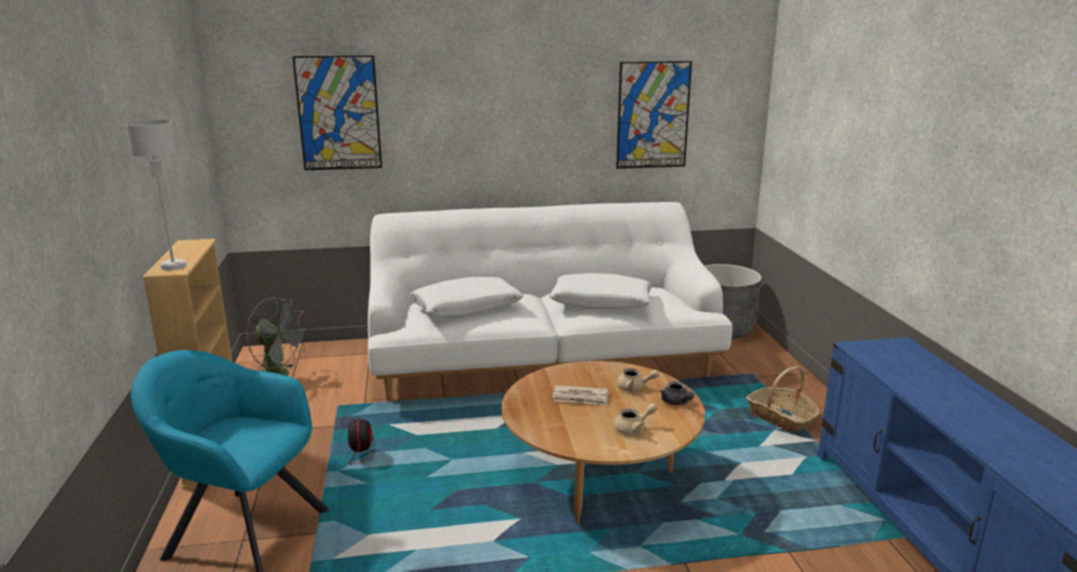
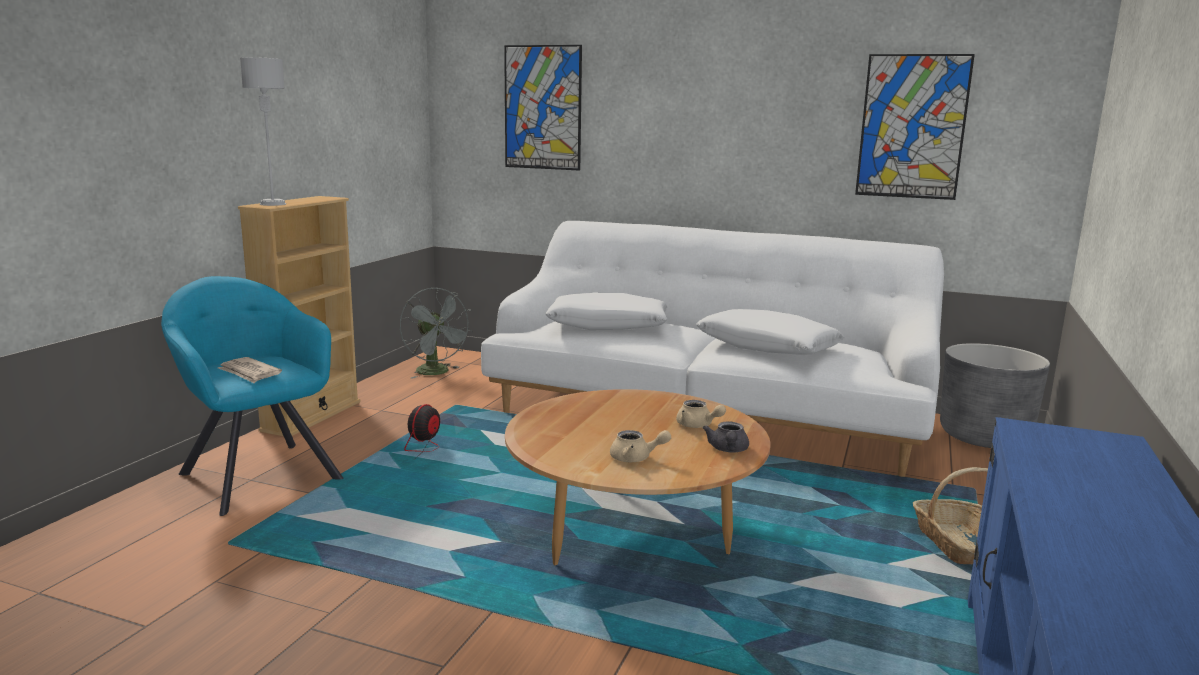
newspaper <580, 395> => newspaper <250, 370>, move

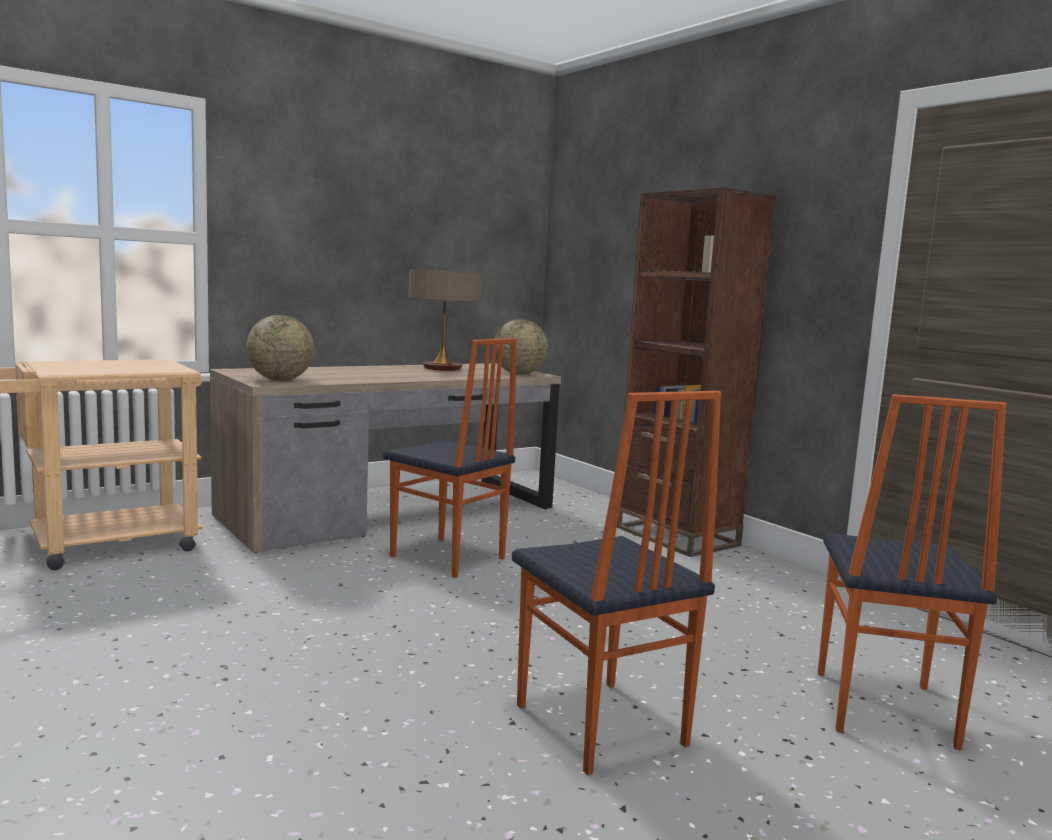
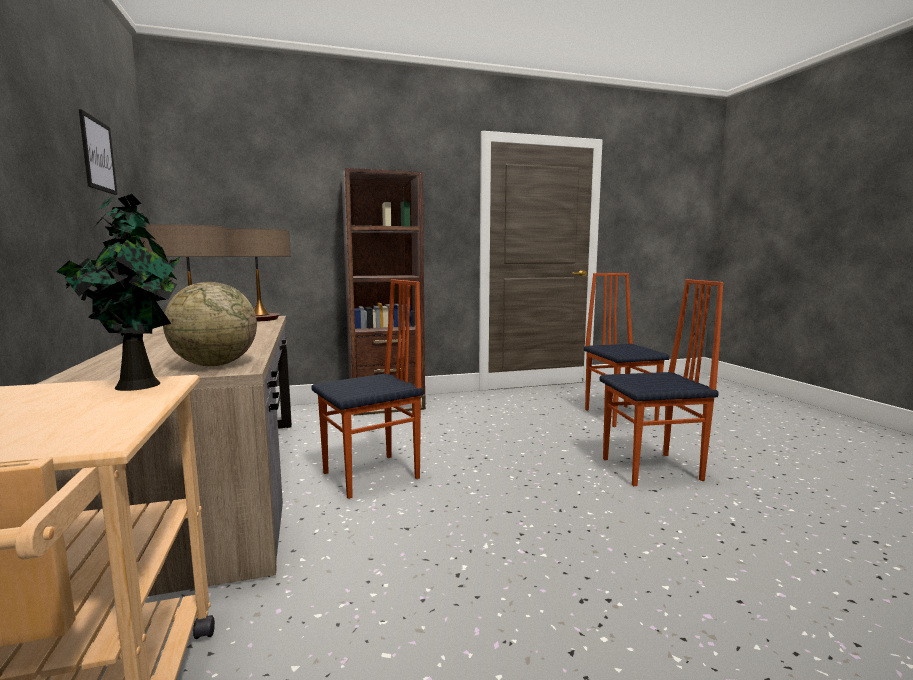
nothing => potted plant <118, 292>
nothing => picture <98, 152>
globe <521, 346> => table lamp <259, 274>
chair <912, 572> => chair <626, 350>, 135 degrees counterclockwise

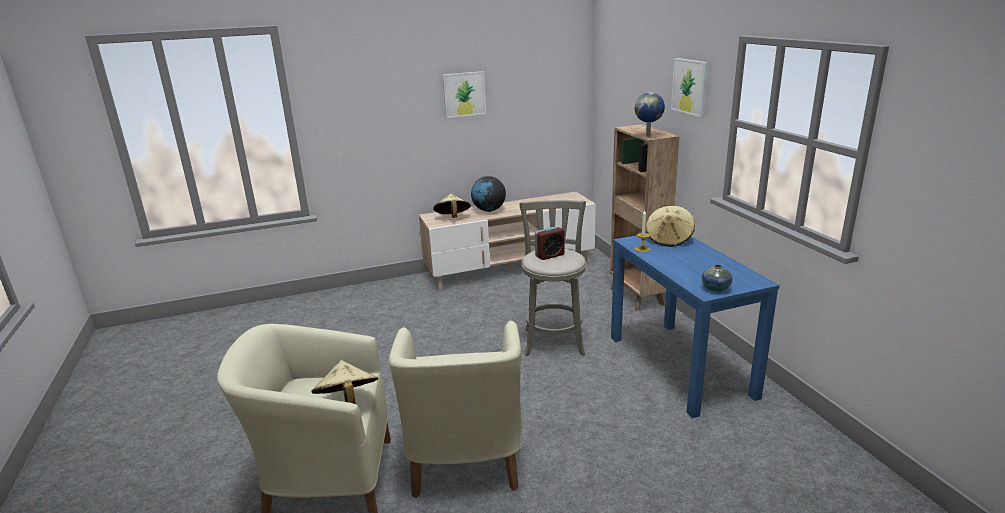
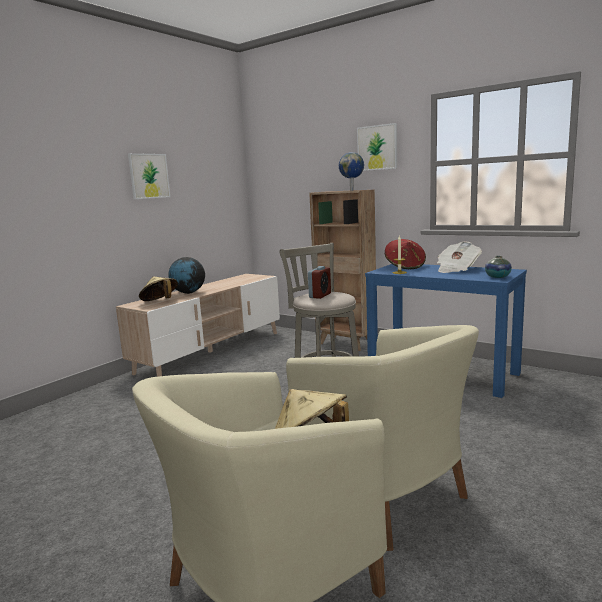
nothing => newspaper <459, 257>
beige hat <670, 226> => red hat <405, 254>

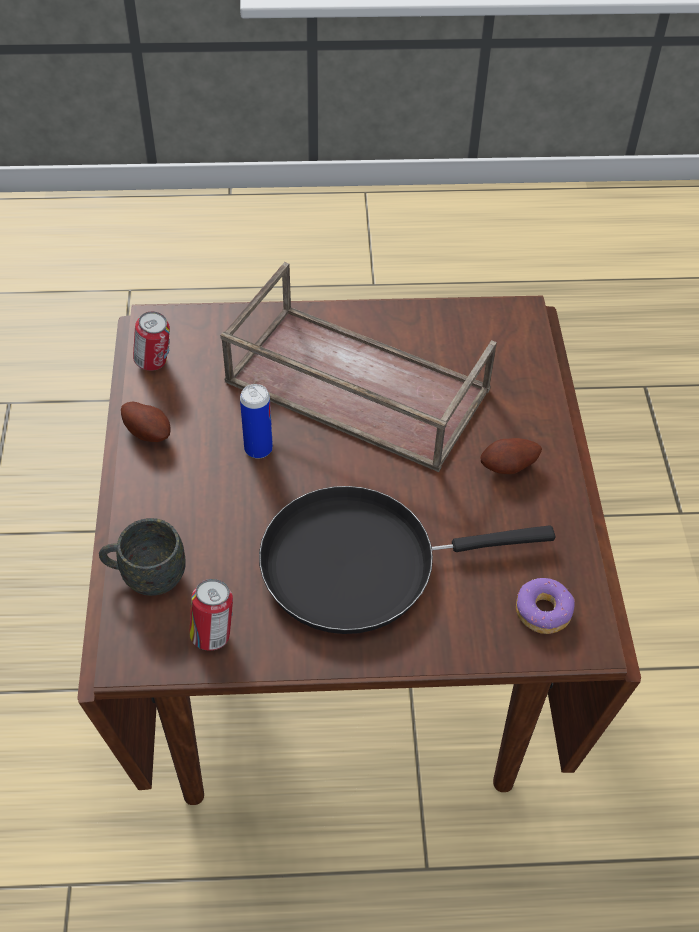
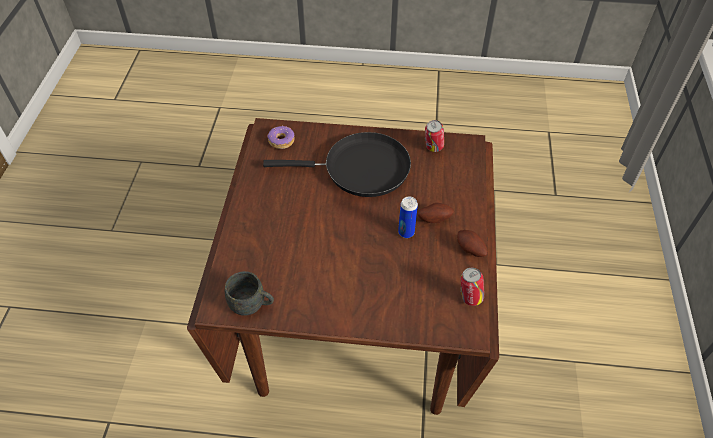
brown tray <358, 367> => nothing
grey mug <142, 557> => grey mug <249, 293>, move
potato <511, 456> => potato <436, 213>, move

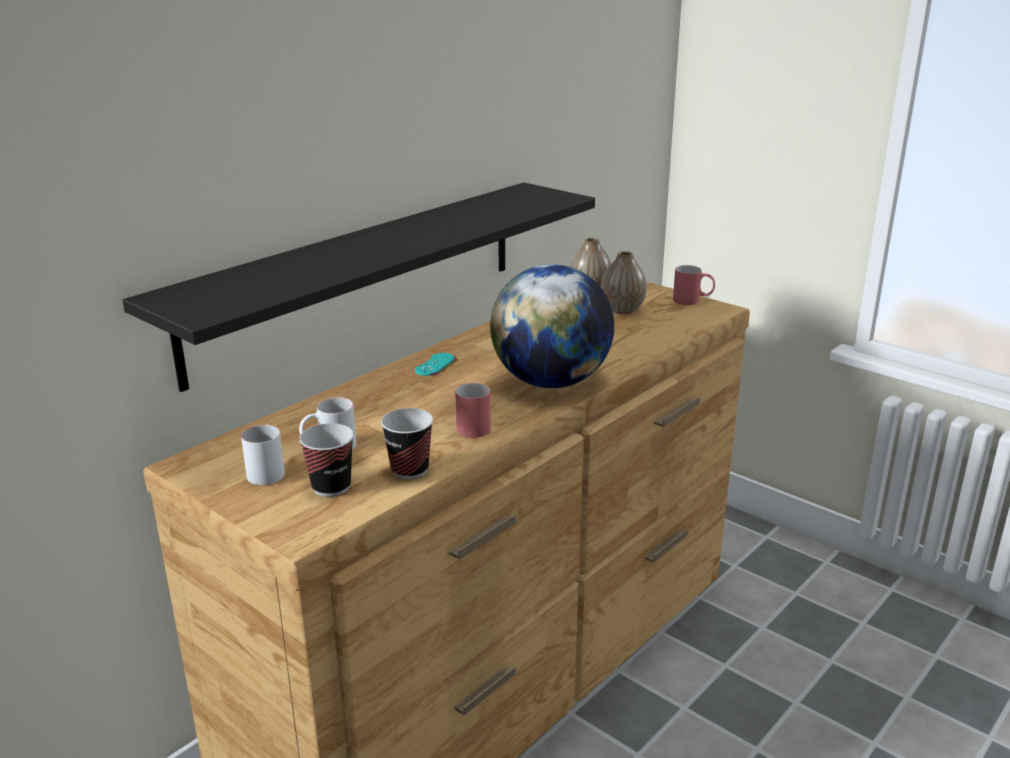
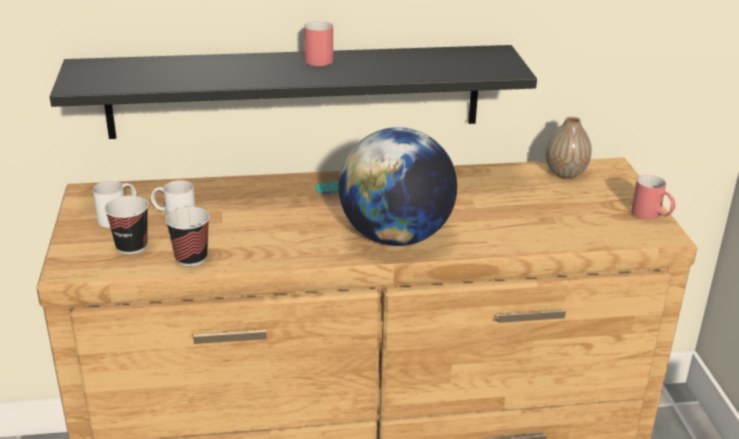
vase <623, 282> => nothing
red mug <473, 410> => red mug <318, 43>, move

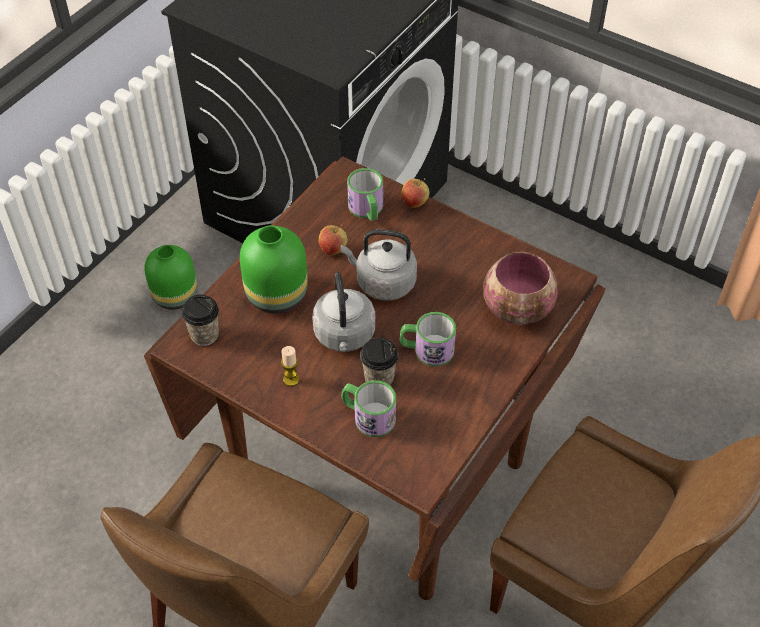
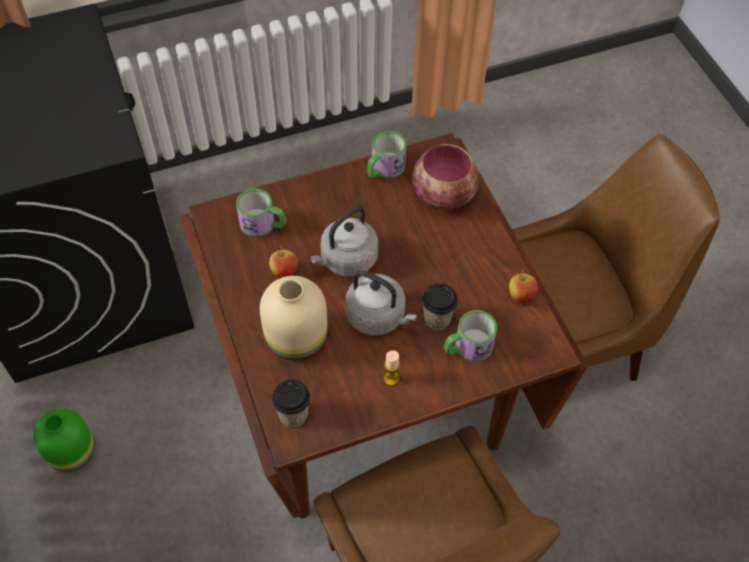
mug <428, 339> => mug <386, 154>, move
apple <415, 193> => apple <523, 286>, move
green vase <274, 269> => beige vase <294, 318>

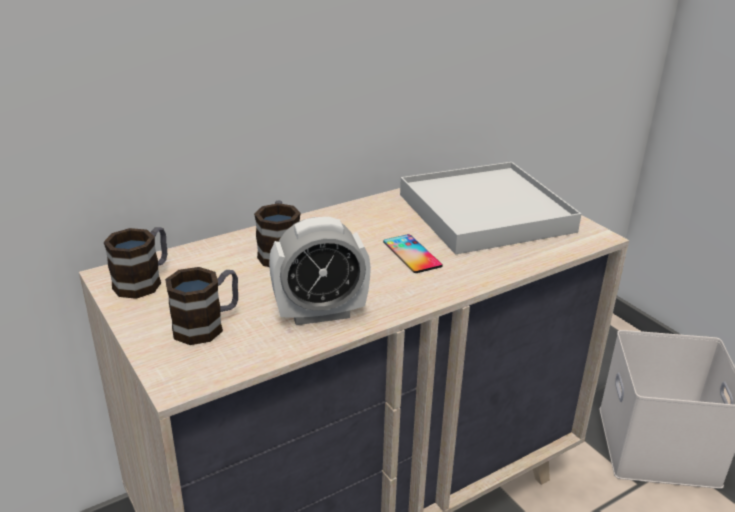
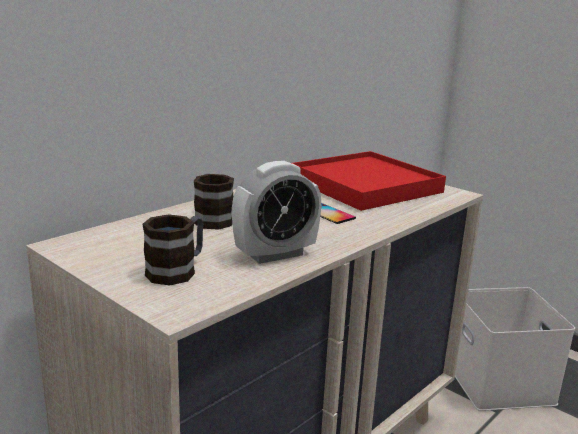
mug <135, 263> => nothing
white tray <490, 208> => red tray <369, 181>

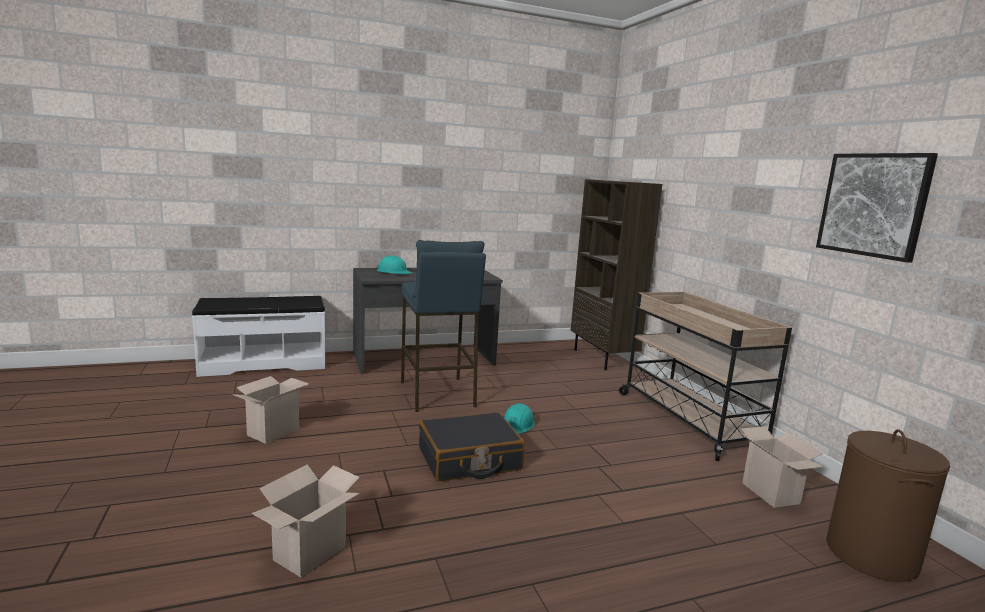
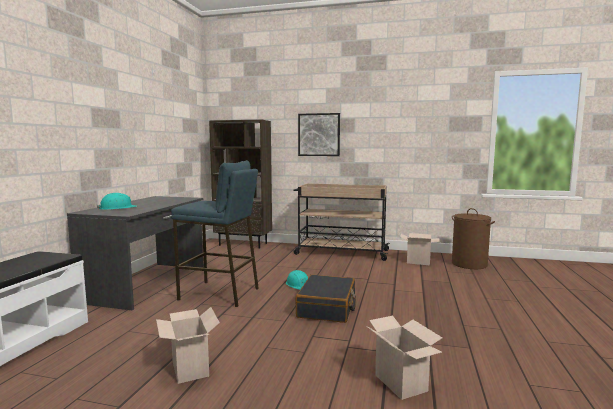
picture <877, 208> => picture <319, 134>, move

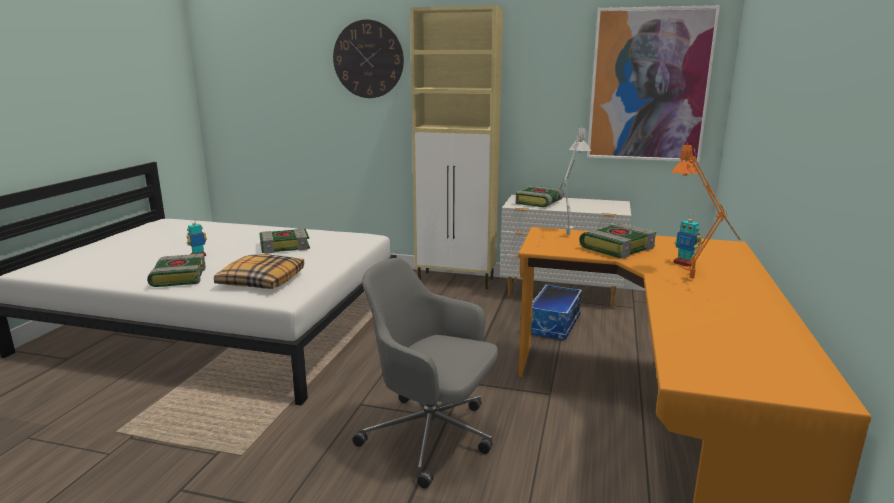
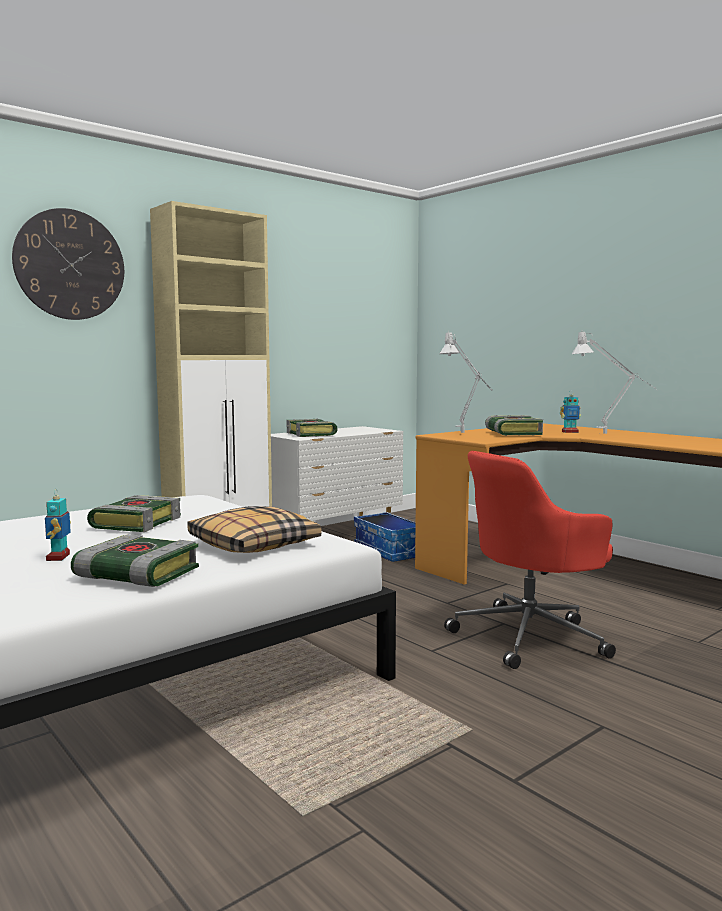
picture <653, 83> => nothing
grey office chair <425, 373> => red office chair <530, 560>
orange table lamp <706, 211> => grey table lamp <613, 383>

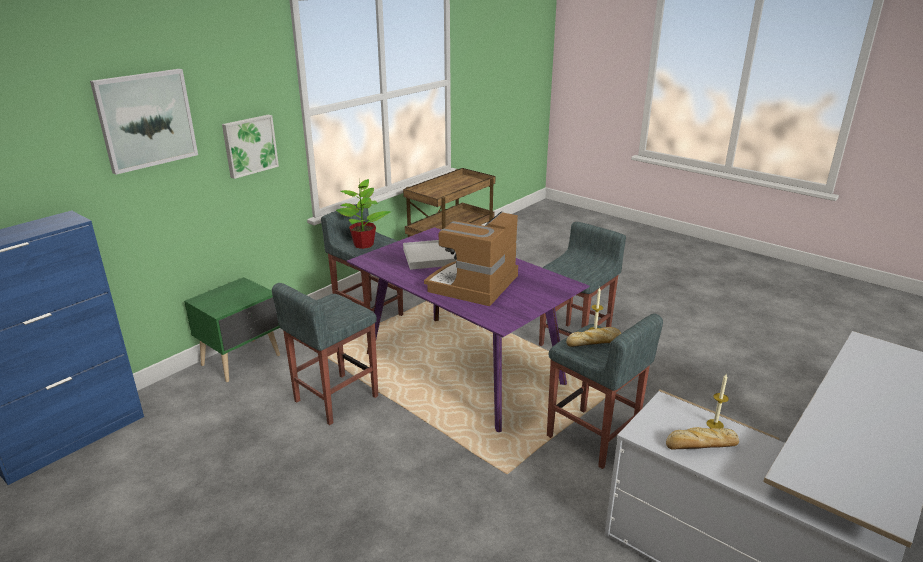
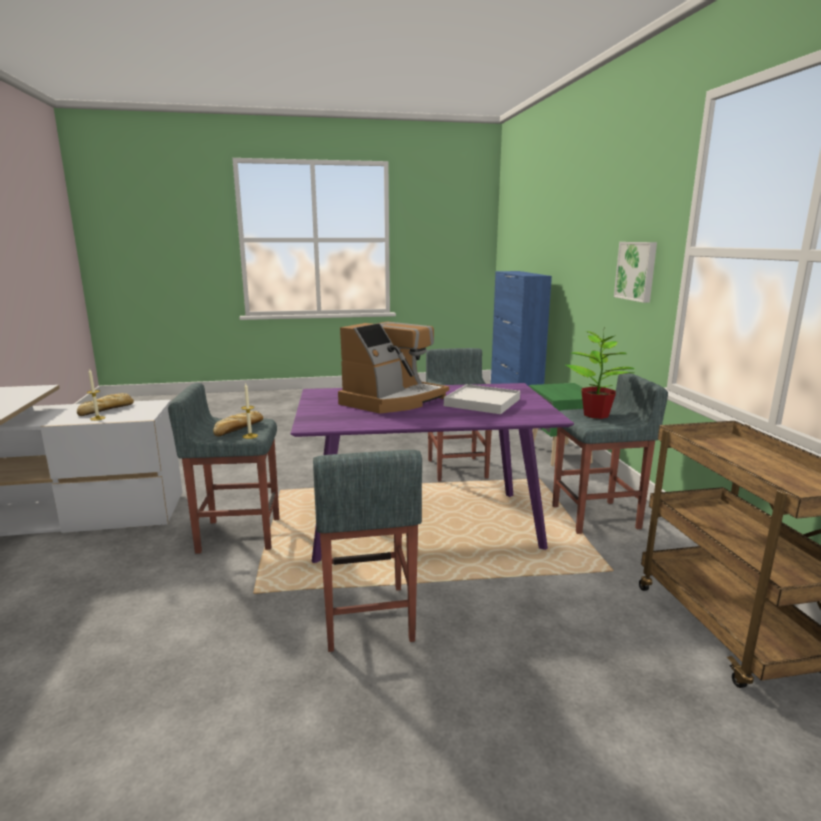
picture <144, 122> => nothing
coffee machine <471, 258> => coffee machine <393, 368>, 60 degrees clockwise

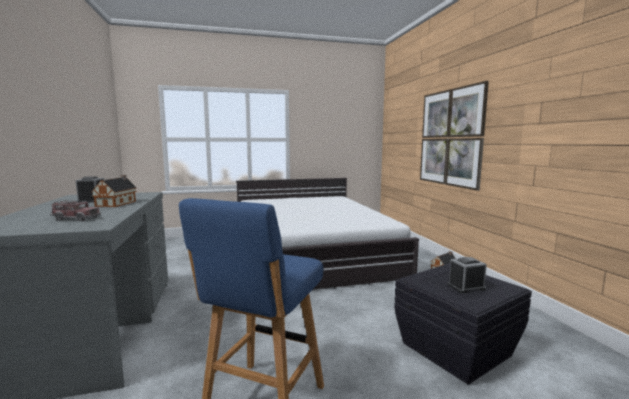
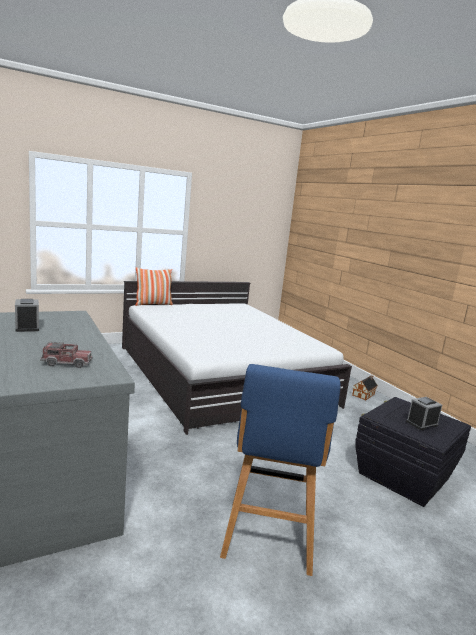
toy house <114, 191> => nothing
picture <454, 136> => nothing
nothing => pillow <154, 286>

